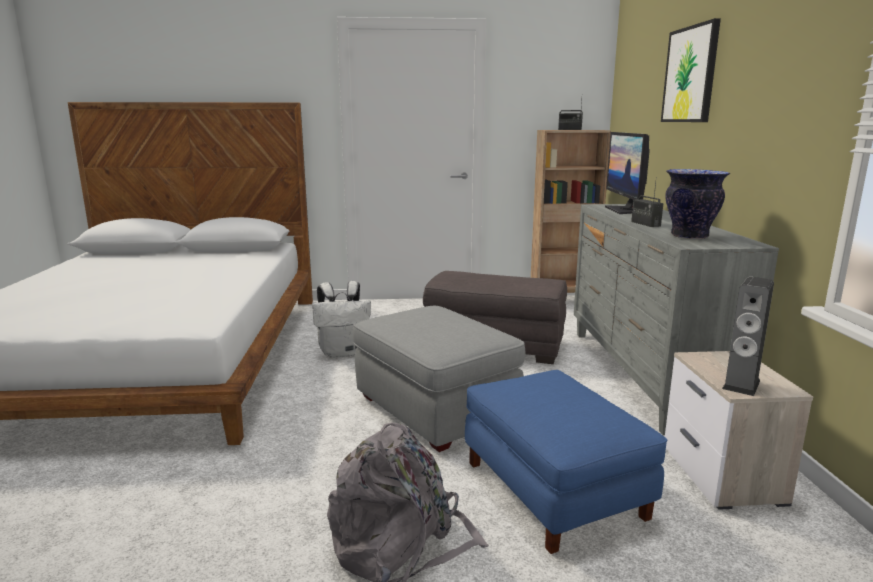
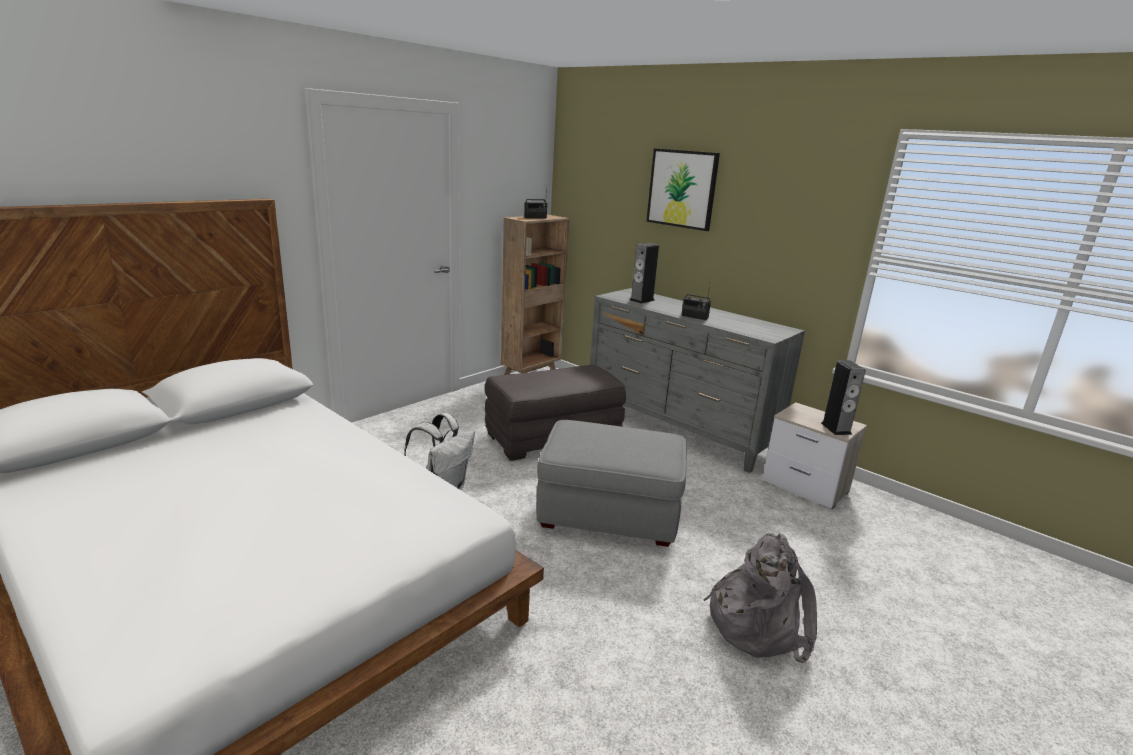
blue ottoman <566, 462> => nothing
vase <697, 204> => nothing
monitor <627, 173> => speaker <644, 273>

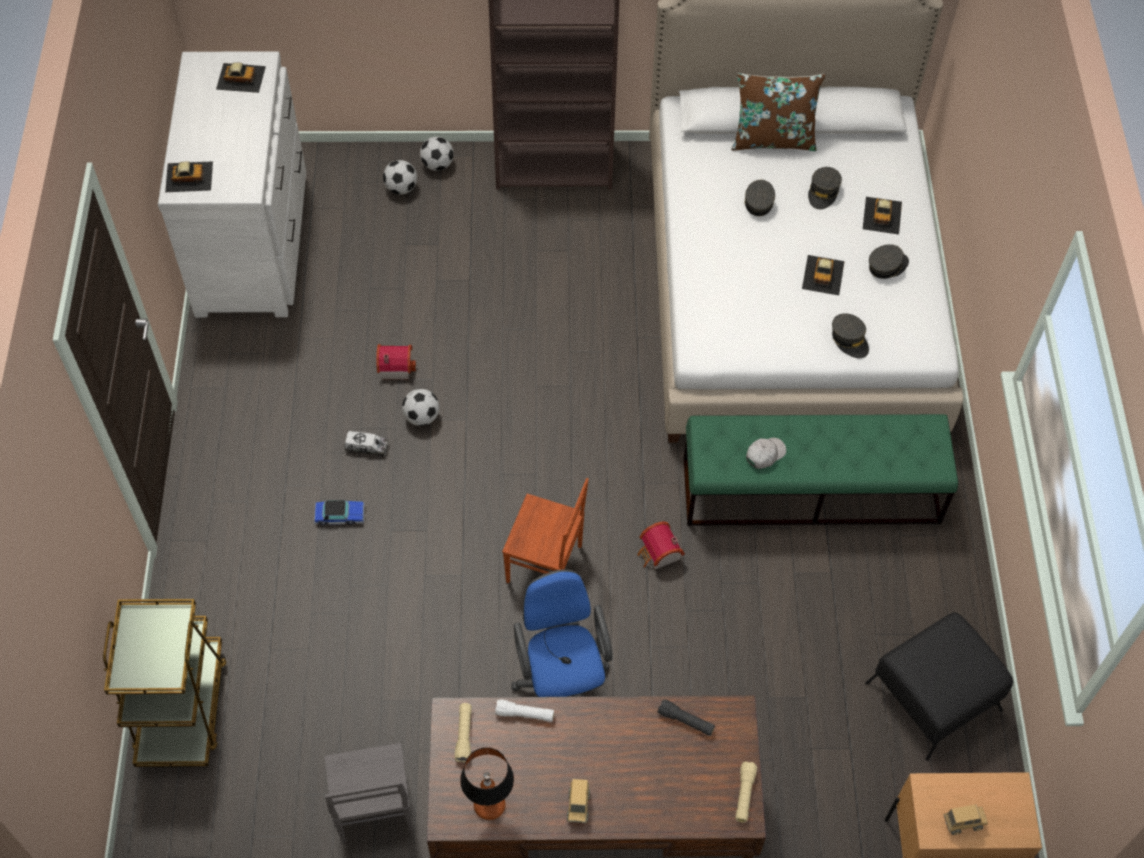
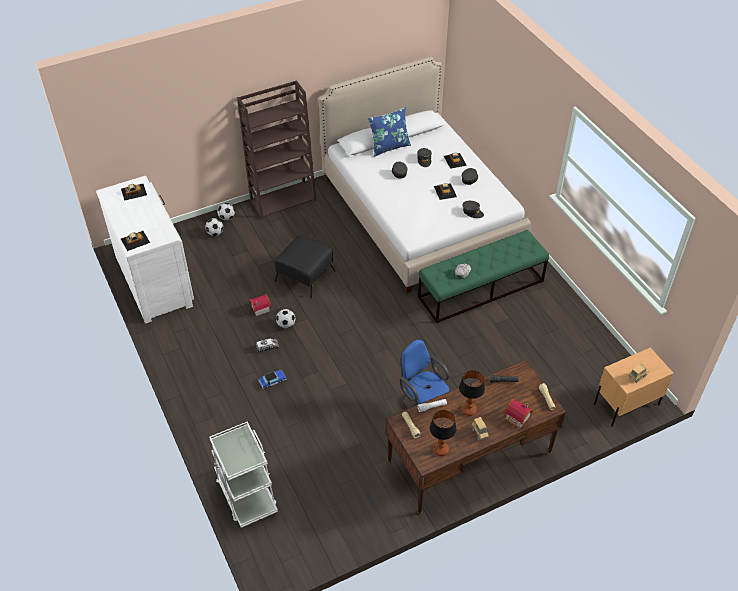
grey chair <369, 793> => nothing
brown chair <545, 530> => nothing
nothing => table lamp <472, 393>
toy house <661, 545> => toy house <518, 414>, move
black ottoman <939, 686> => black ottoman <305, 266>, move
brown cart <165, 683> => white cart <243, 474>
brown pillow <778, 112> => blue pillow <389, 132>

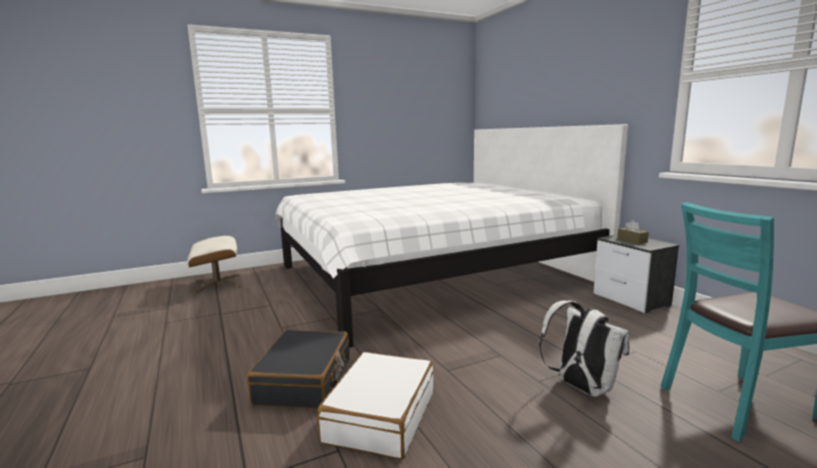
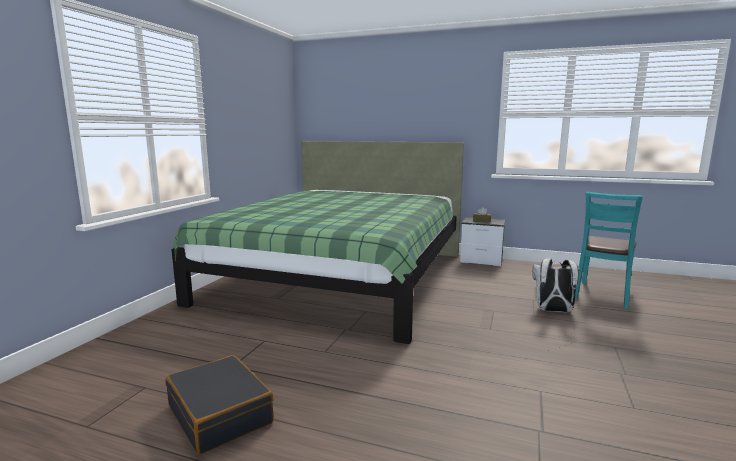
beige ottoman <214, 265> => nothing
white suitcase <375, 405> => nothing
black suitcase <298, 369> => black suitcase <220, 405>, move
white bed <451, 236> => green bed <317, 242>

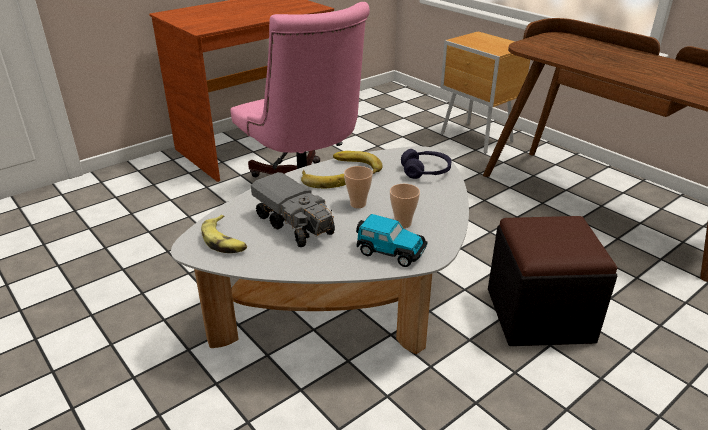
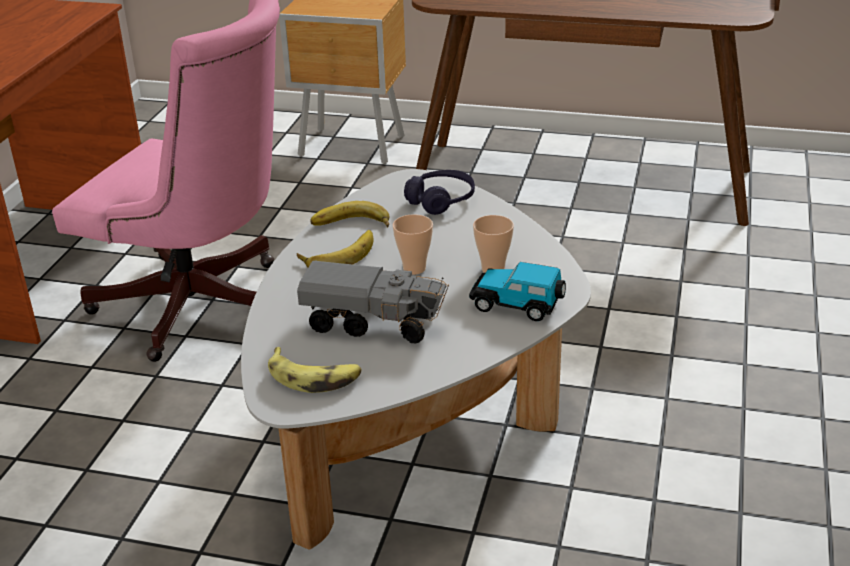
black ottoman <553, 281> => nothing
toy car <391, 240> => toy car <517, 291>, 150 degrees counterclockwise

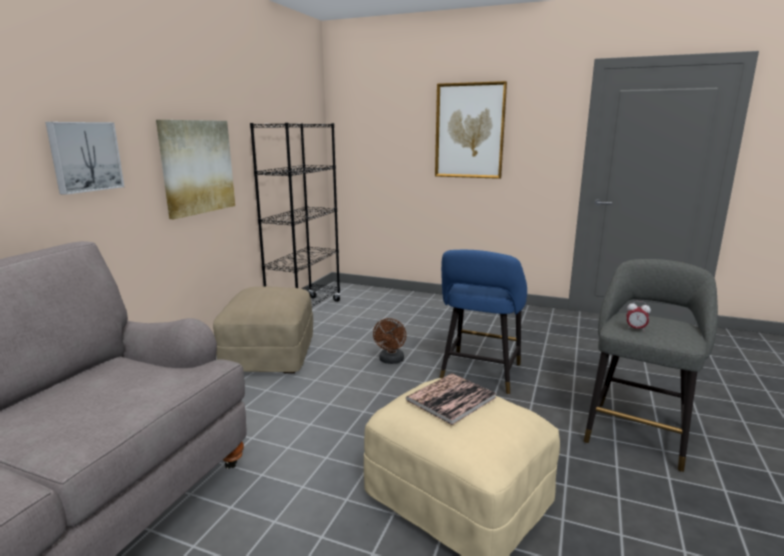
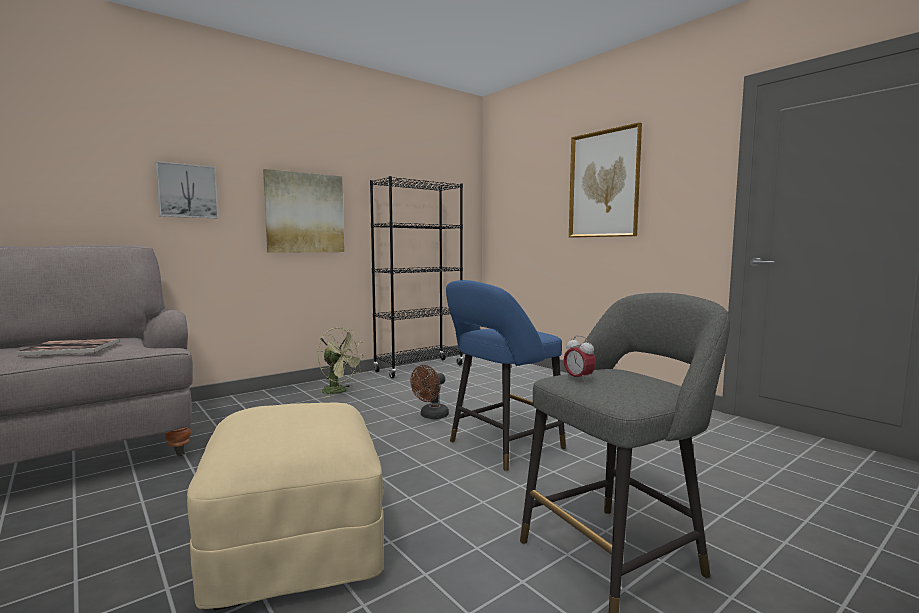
book <451, 399> => book <68, 347>, move
beige ottoman <263, 329> => green fan <341, 362>

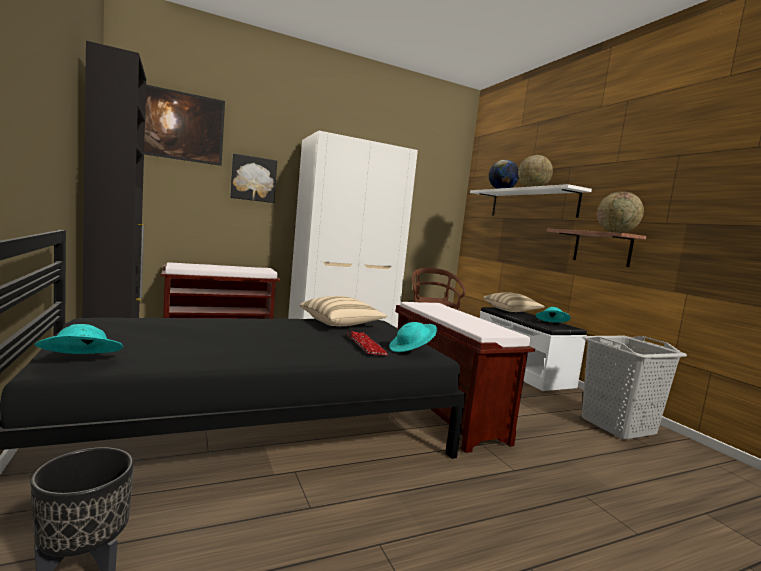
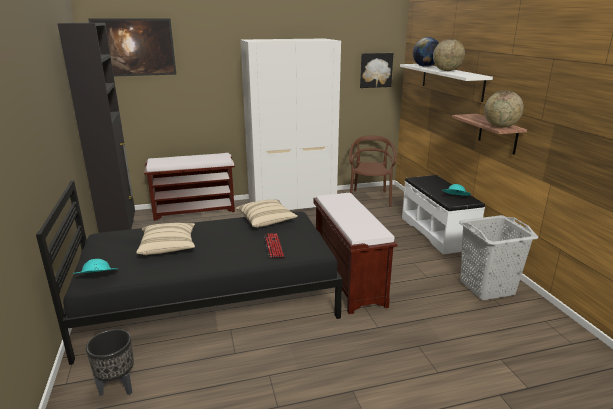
turquoise hat <413, 337> => nothing
picture <253, 178> => picture <376, 70>, move
beige pillow <514, 302> => beige pillow <165, 239>, move

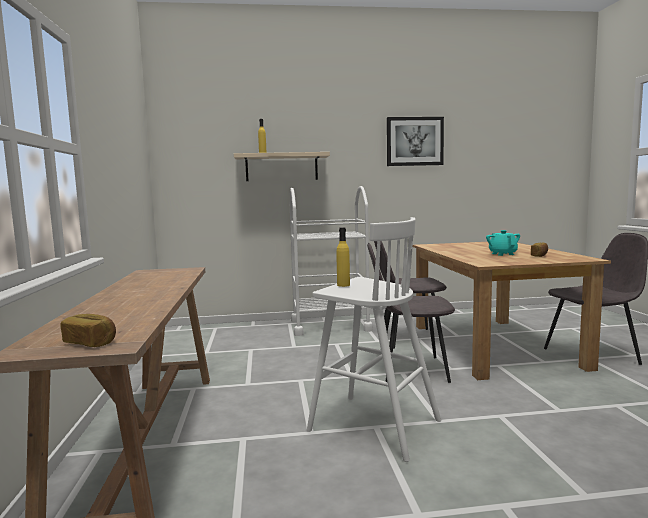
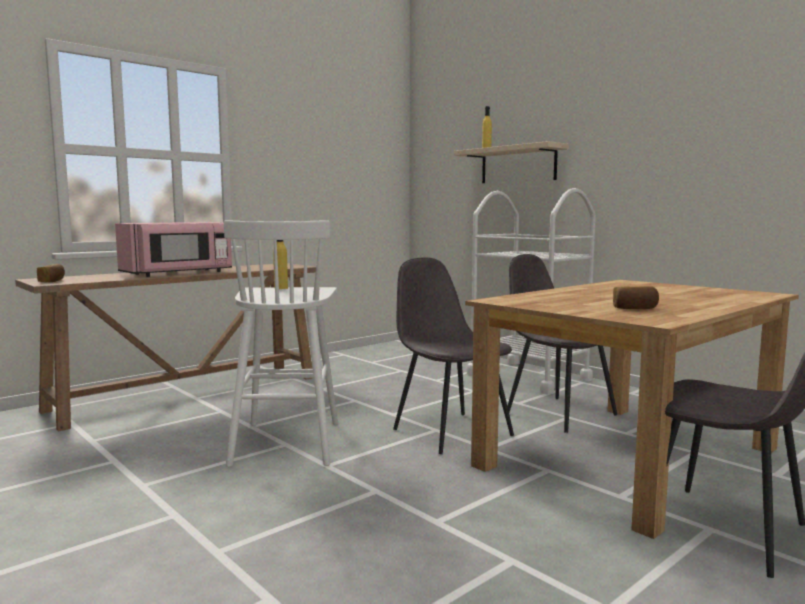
picture <415, 141> => nothing
turquoise teapot <503, 243> => nothing
nothing => pink microwave <173, 249>

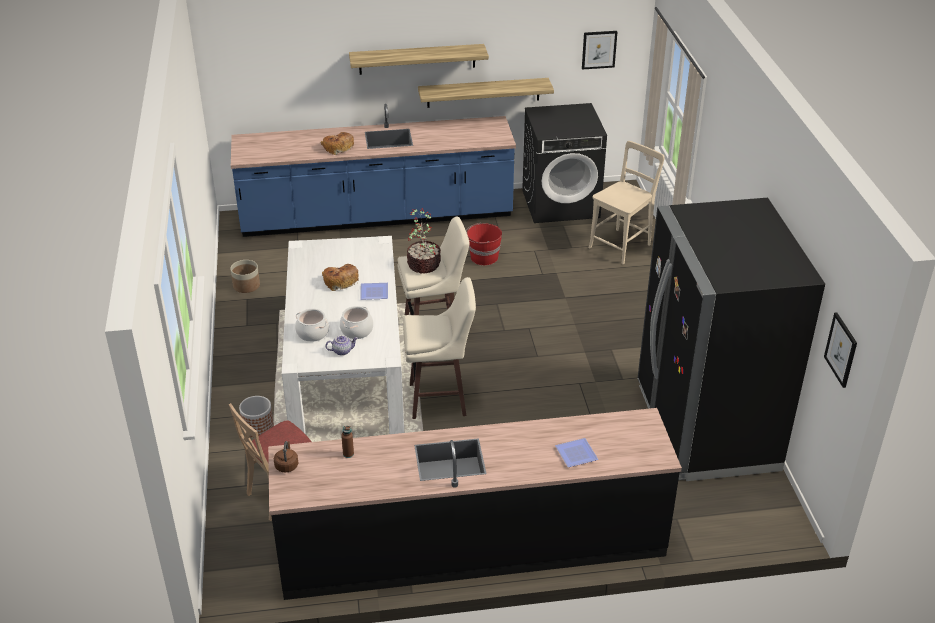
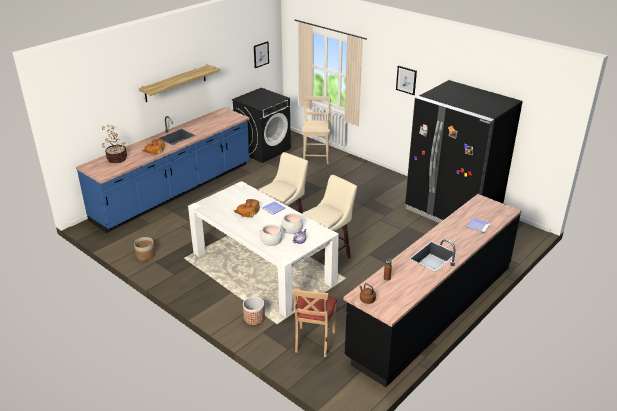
shelf <486, 93> => nothing
red bucket <484, 244> => nothing
potted plant <424, 240> => potted plant <114, 144>, move
picture <840, 350> => picture <406, 80>, move

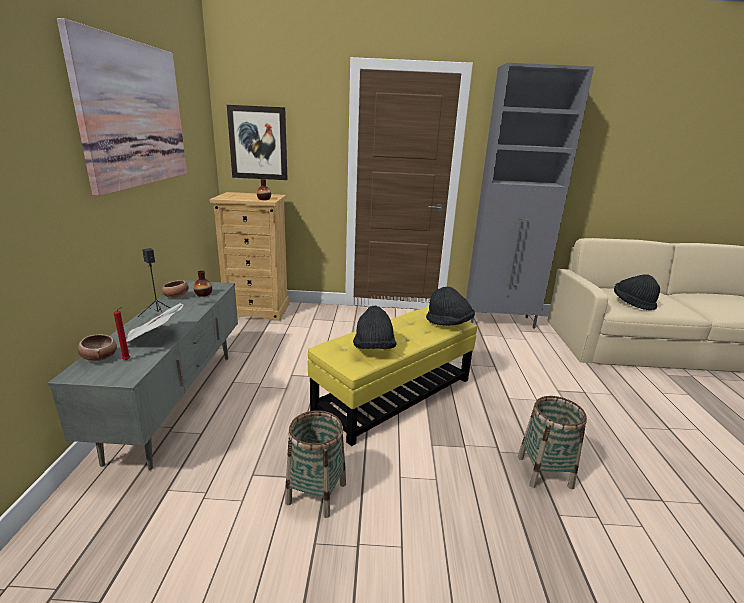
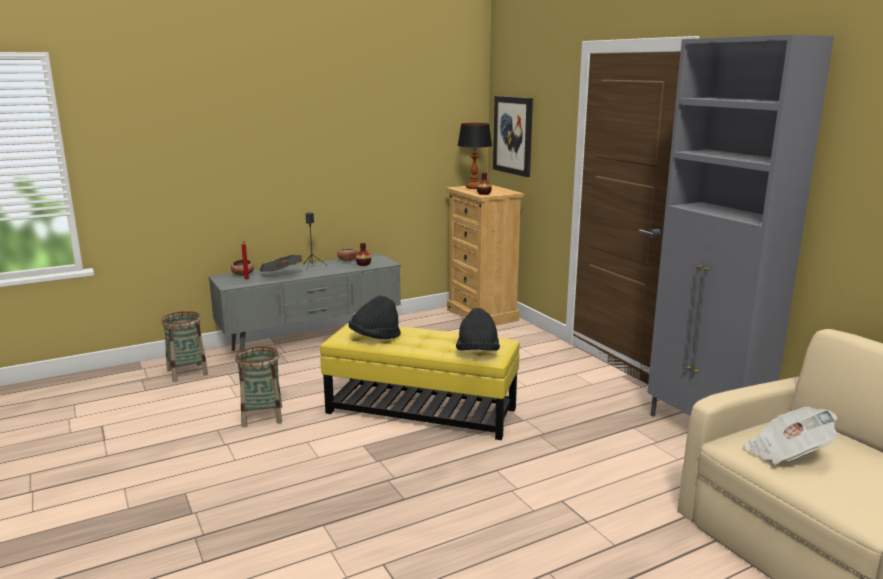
picture <122, 107> => nothing
nothing => table lamp <474, 156>
basket <552, 442> => basket <184, 346>, move
black hat <637, 292> => newspaper <791, 435>

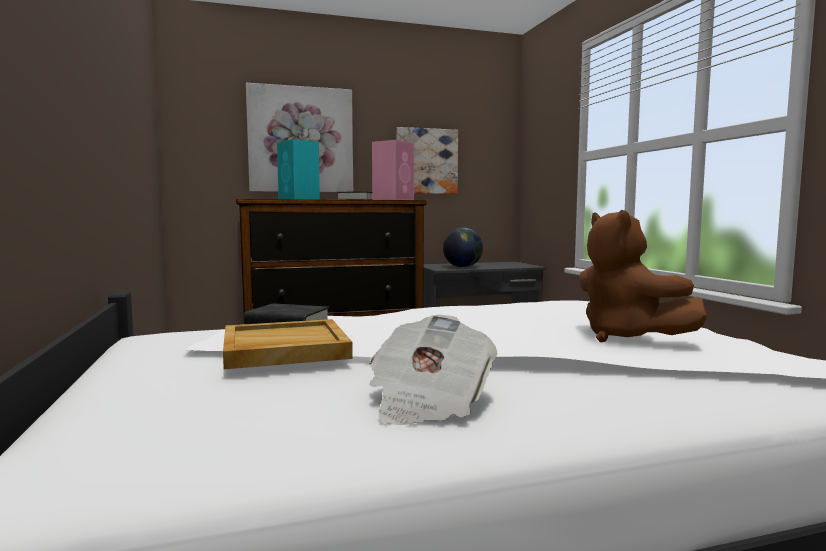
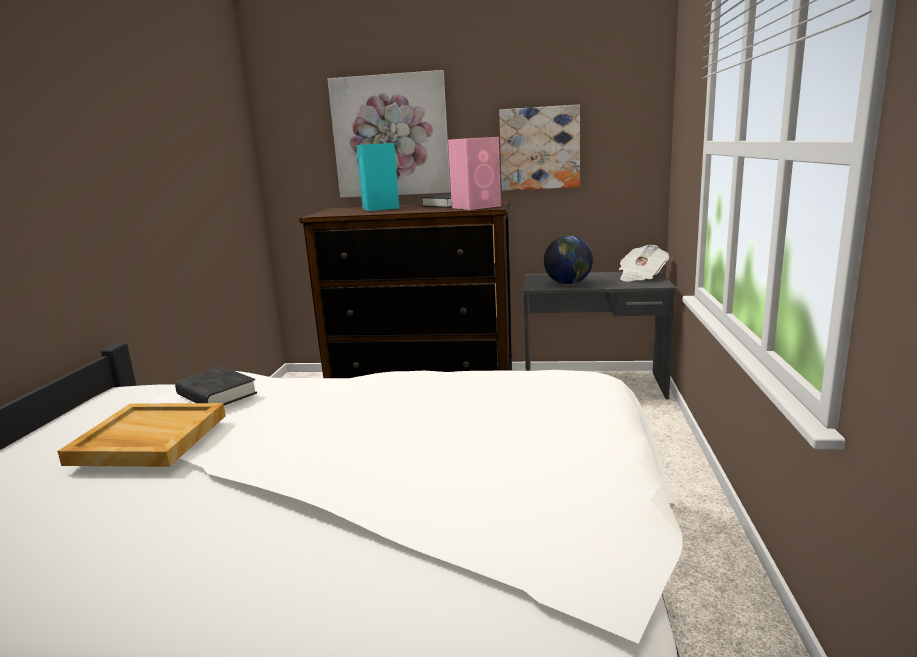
brown plush toy <643, 276> => nothing
newspaper <433, 370> => newspaper <644, 263>, move

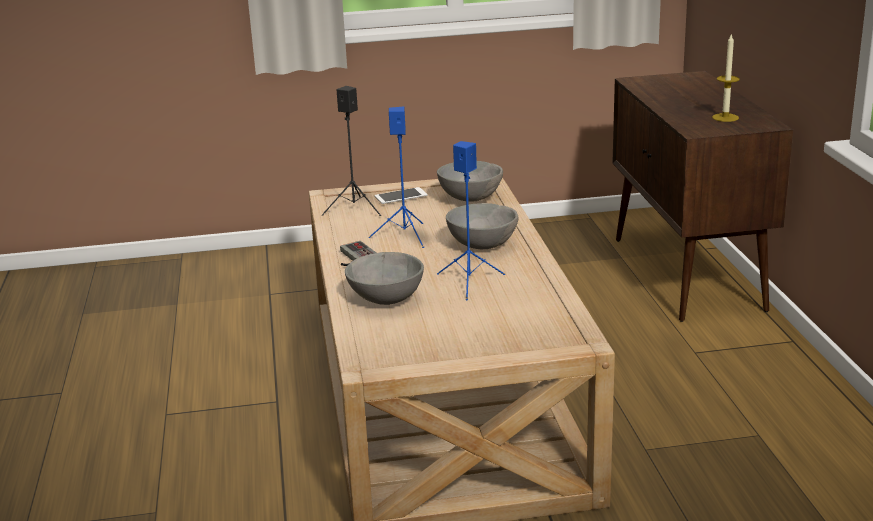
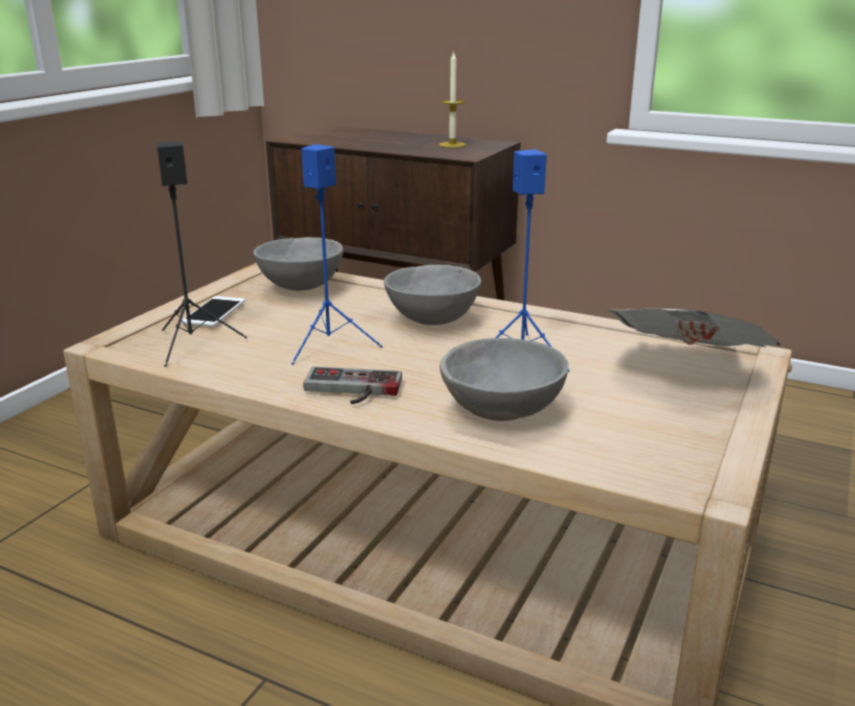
nothing => newspaper <694, 328>

